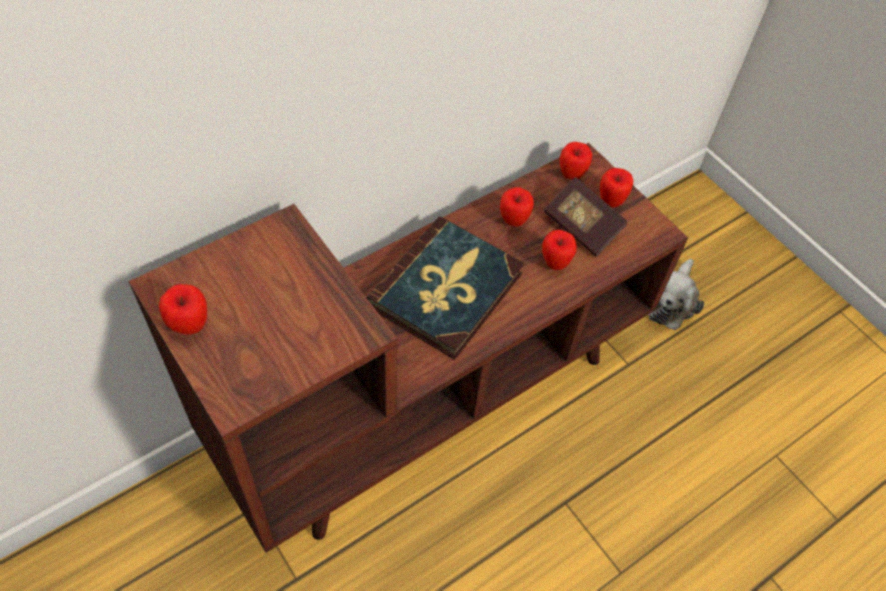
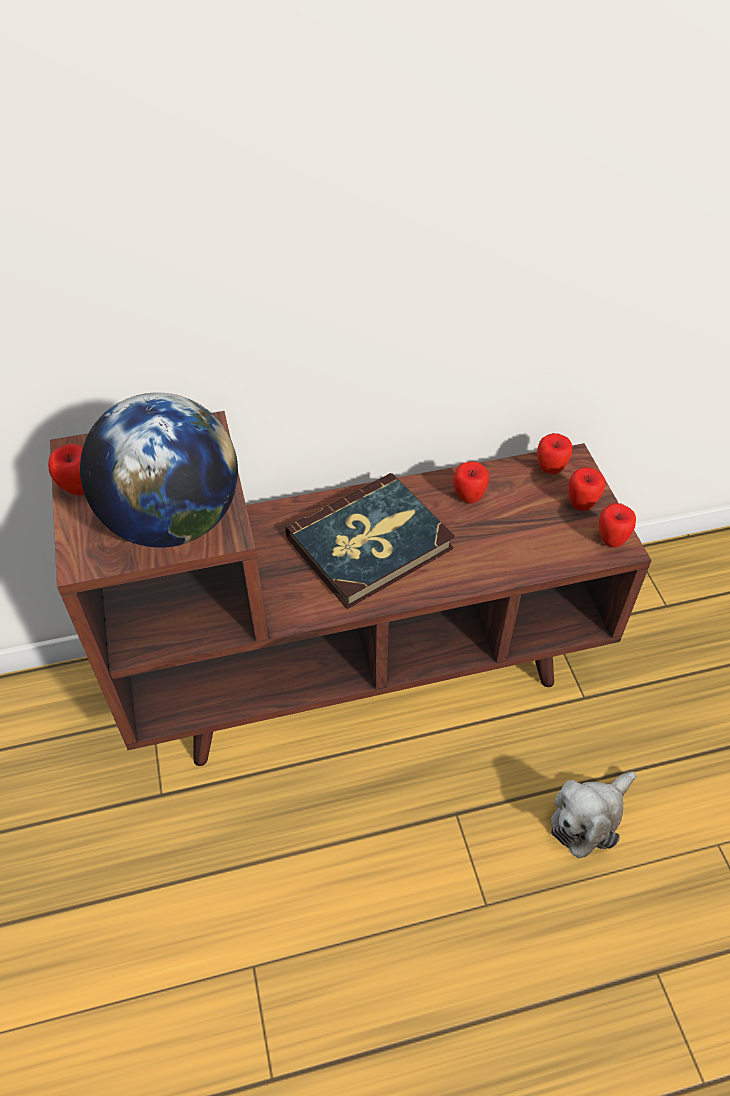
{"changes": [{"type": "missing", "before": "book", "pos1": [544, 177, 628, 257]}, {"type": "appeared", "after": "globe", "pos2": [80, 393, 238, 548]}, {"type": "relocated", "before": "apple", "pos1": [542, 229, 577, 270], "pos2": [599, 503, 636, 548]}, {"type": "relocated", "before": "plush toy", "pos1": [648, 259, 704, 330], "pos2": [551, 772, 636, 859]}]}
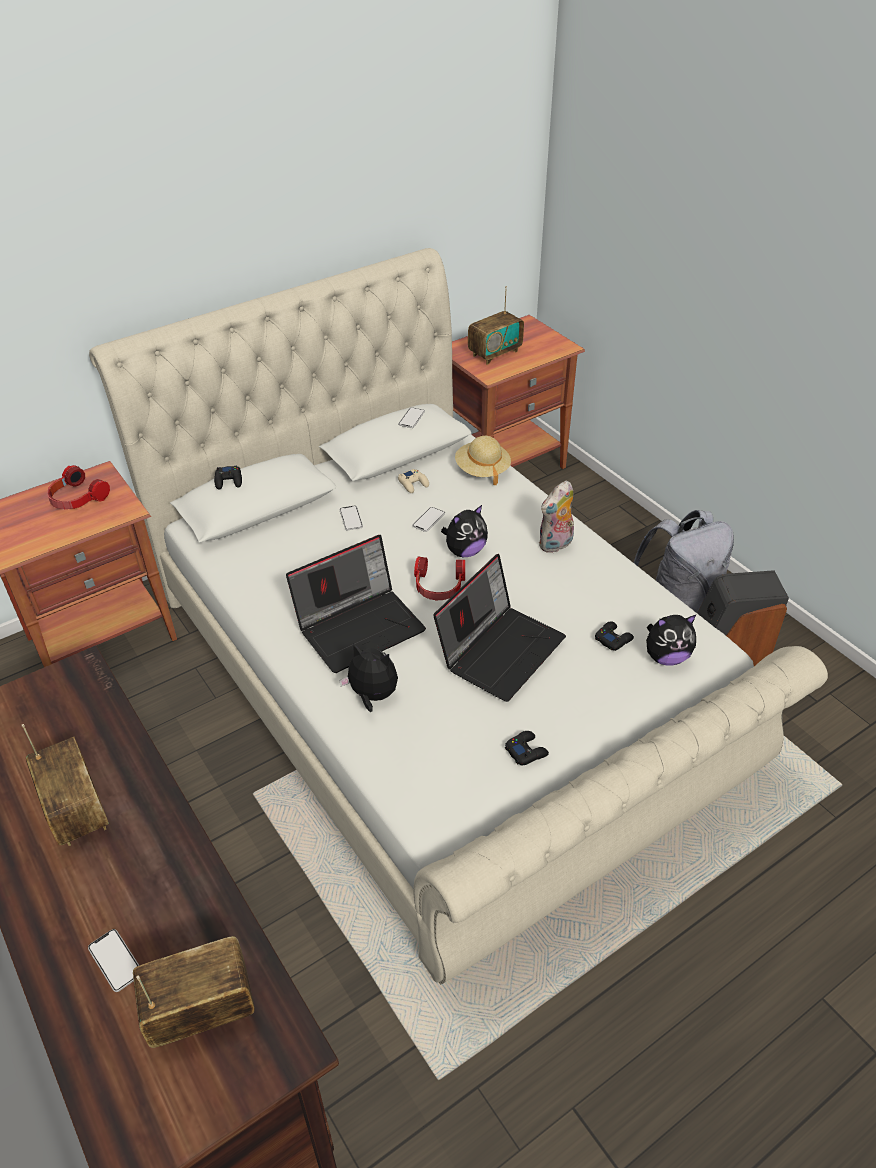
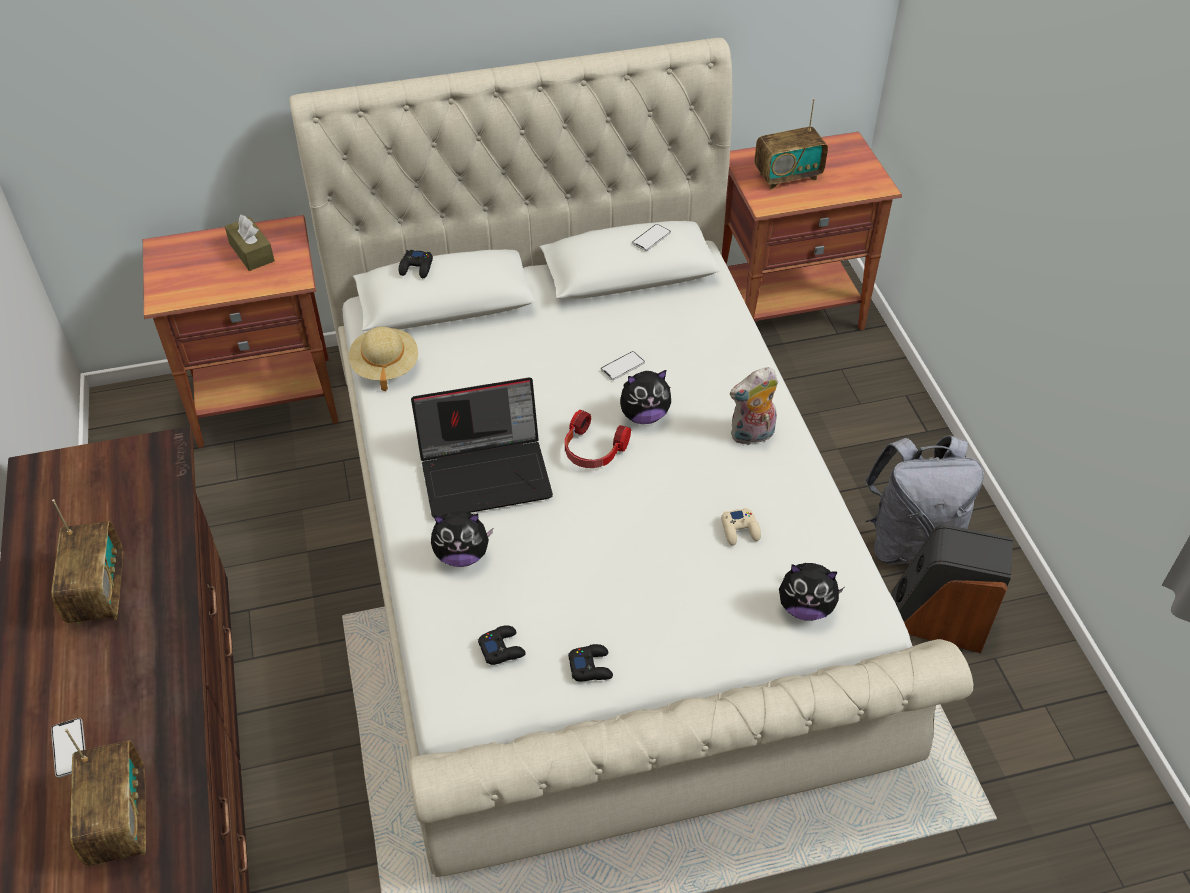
{"changes": [{"type": "missing", "before": "phone", "pos1": [340, 506, 363, 530]}, {"type": "missing", "before": "laptop", "pos1": [433, 554, 566, 702]}, {"type": "relocated", "before": "beige game controller", "pos1": [398, 469, 429, 493], "pos2": [721, 508, 761, 546]}, {"type": "relocated", "before": "beige hat", "pos1": [455, 436, 511, 485], "pos2": [349, 327, 418, 391]}, {"type": "relocated", "before": "black game controller", "pos1": [595, 621, 634, 651], "pos2": [478, 625, 526, 665]}, {"type": "exchanged", "before": "headphones", "after": "brown tissue box", "pos1": [47, 465, 110, 509], "pos2": [225, 215, 275, 271]}, {"type": "spun", "before": "radio", "pos1": [133, 936, 255, 1048], "pos2": [65, 728, 146, 866], "turn": 75}, {"type": "spun", "before": "plush toy", "pos1": [339, 644, 398, 712], "pos2": [431, 511, 494, 567], "turn": 135}]}
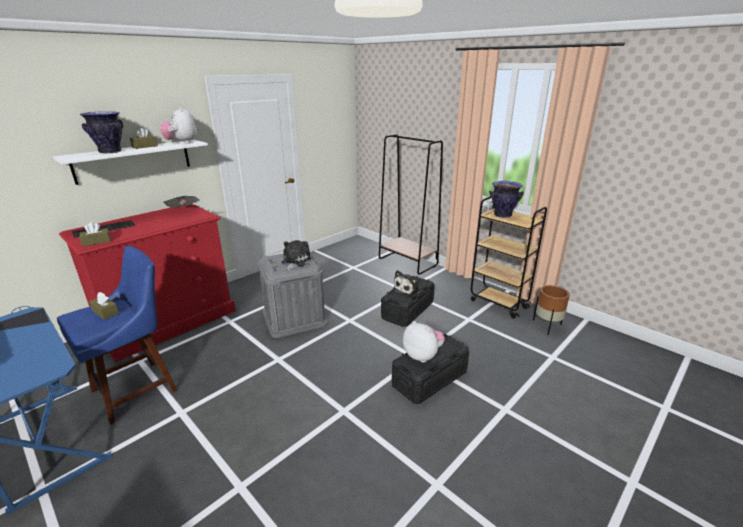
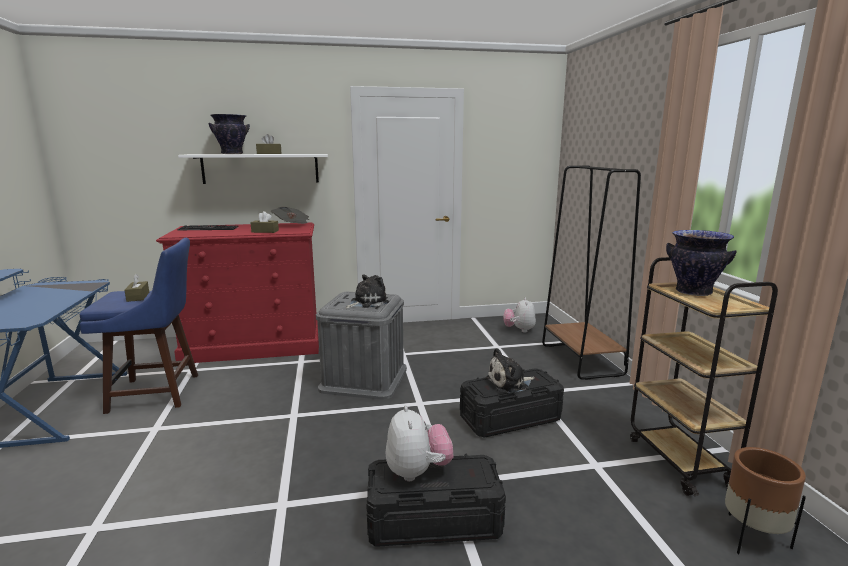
{"changes": [{"type": "relocated", "before": "brown tissue box", "pos1": [79, 222, 111, 246], "pos2": [250, 211, 279, 233]}, {"type": "relocated", "before": "plush toy", "pos1": [160, 107, 197, 144], "pos2": [503, 298, 536, 333]}]}
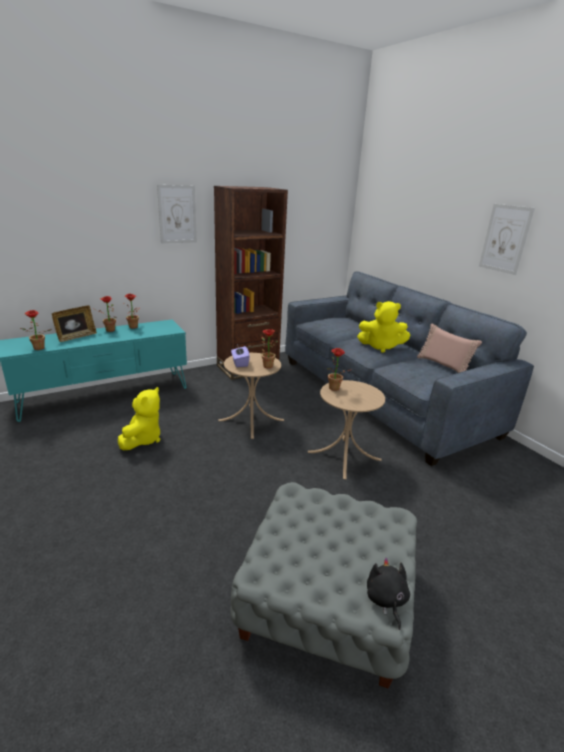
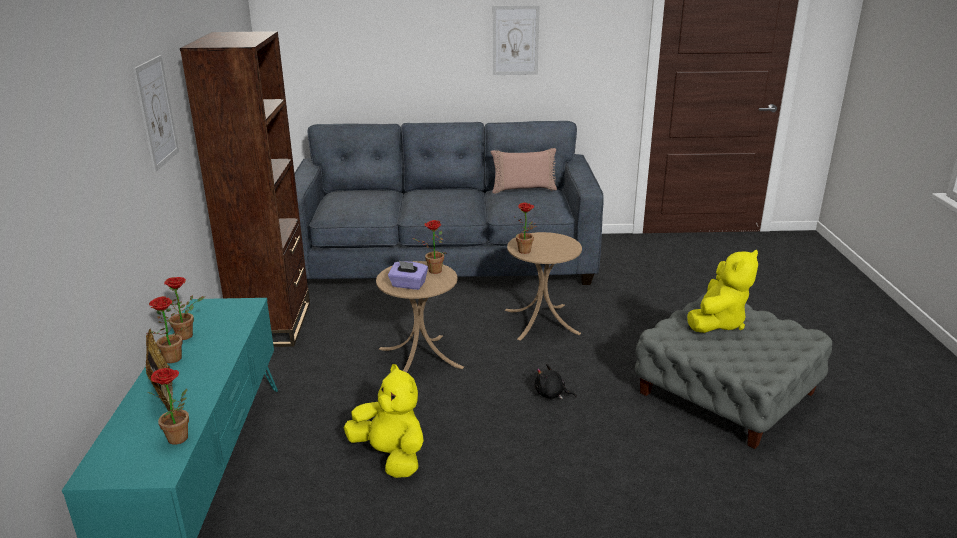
{"changes": [{"type": "relocated", "before": "yellow plush toy", "pos1": [357, 301, 411, 353], "pos2": [687, 250, 758, 333]}, {"type": "relocated", "before": "black plush toy", "pos1": [367, 558, 410, 630], "pos2": [534, 364, 577, 399]}]}
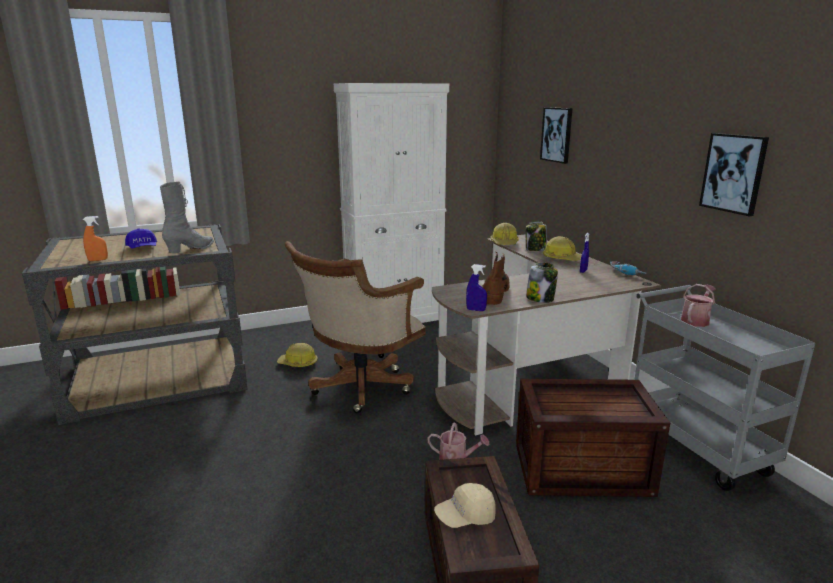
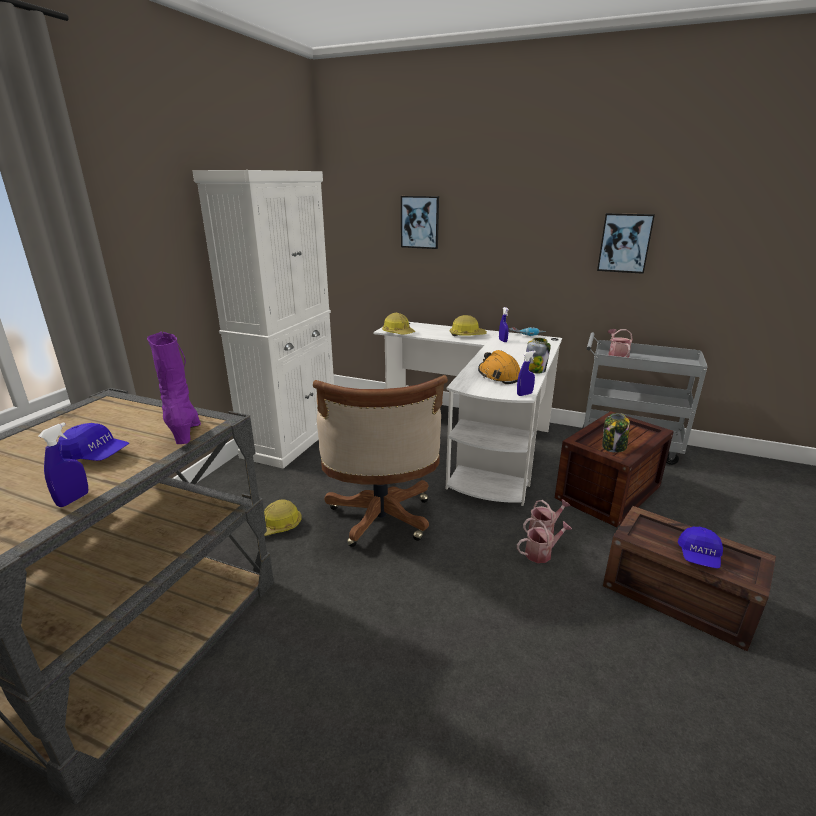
{"changes": [{"type": "appeared", "after": "watering can", "pos2": [517, 520, 573, 563]}, {"type": "relocated", "before": "jar", "pos1": [526, 221, 547, 251], "pos2": [602, 413, 630, 453]}, {"type": "exchanged", "before": "brown boot", "after": "orange hard hat", "pos1": [482, 252, 509, 305], "pos2": [478, 350, 520, 384]}, {"type": "colour", "before": "orange spray bottle", "after": "blue spray bottle", "pos1": [83, 216, 108, 261], "pos2": [38, 422, 89, 507]}, {"type": "colour", "before": "grey boot", "after": "purple boot", "pos1": [160, 182, 214, 253], "pos2": [147, 332, 201, 444]}, {"type": "colour", "before": "brown desk", "after": "white desk", "pos1": [432, 234, 661, 436], "pos2": [373, 322, 562, 506]}, {"type": "colour", "before": "beige cap", "after": "blue cap", "pos1": [434, 483, 496, 528], "pos2": [678, 526, 723, 568]}]}
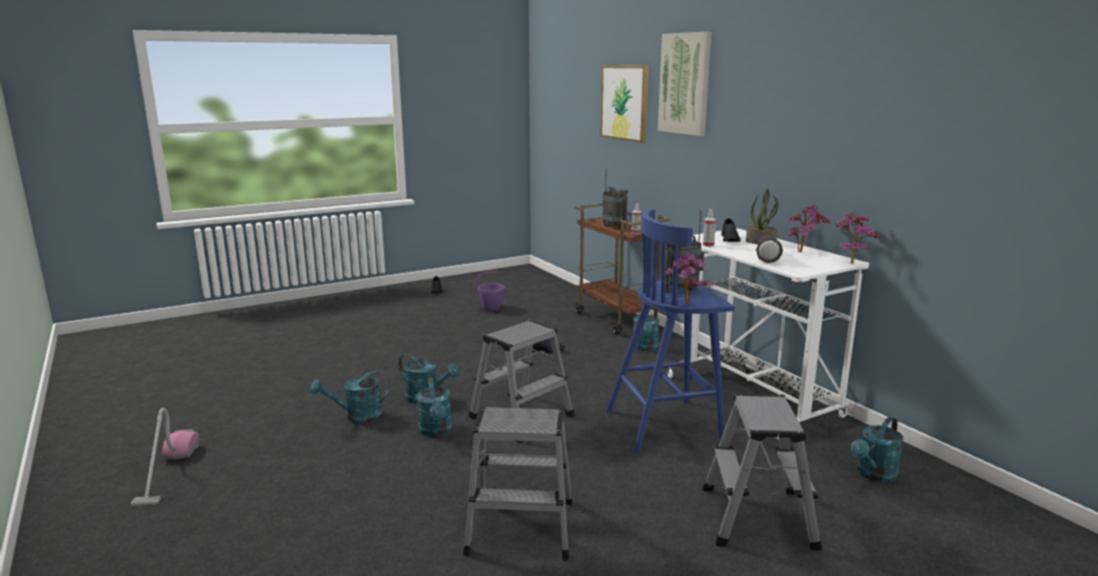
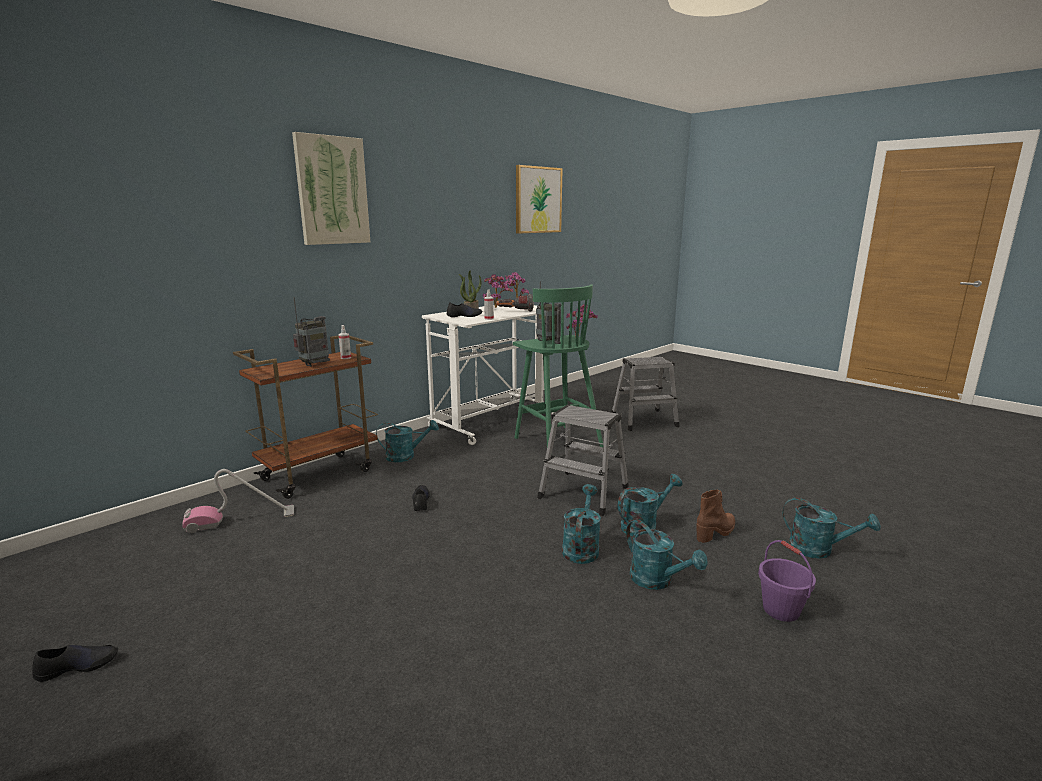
{"changes": [{"type": "missing", "before": "grey step ladder", "pos1": [463, 406, 573, 561]}, {"type": "appeared", "after": "brown boot", "pos2": [696, 490, 735, 543]}, {"type": "relocated", "before": "vacuum cleaner", "pos1": [131, 408, 200, 506], "pos2": [182, 469, 294, 533]}, {"type": "relocated", "before": "purple bucket", "pos1": [476, 271, 506, 312], "pos2": [758, 540, 816, 622]}, {"type": "relocated", "before": "picture", "pos1": [600, 66, 649, 143], "pos2": [516, 165, 563, 233]}, {"type": "relocated", "before": "turquoise watering can", "pos1": [851, 417, 903, 483], "pos2": [783, 497, 881, 559]}, {"type": "colour", "before": "blue stool", "after": "green stool", "pos1": [606, 209, 735, 452], "pos2": [513, 284, 603, 456]}]}
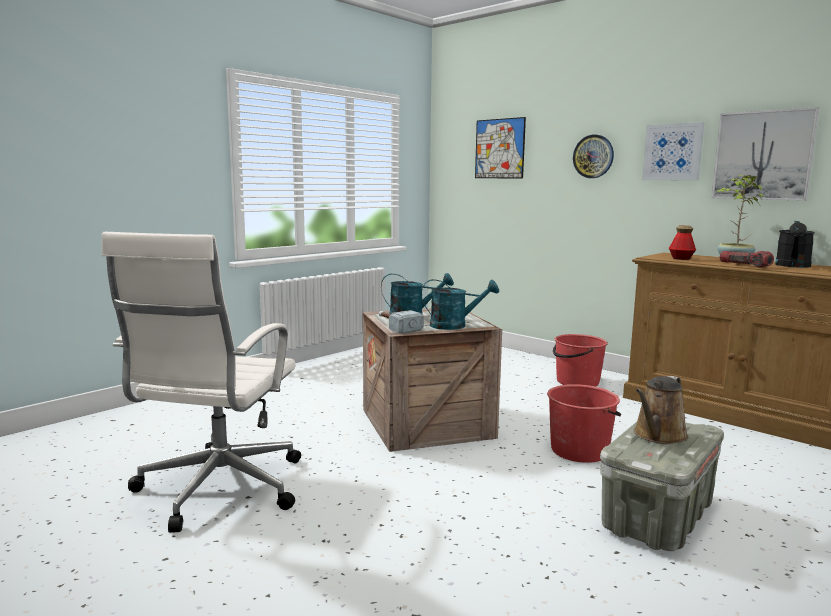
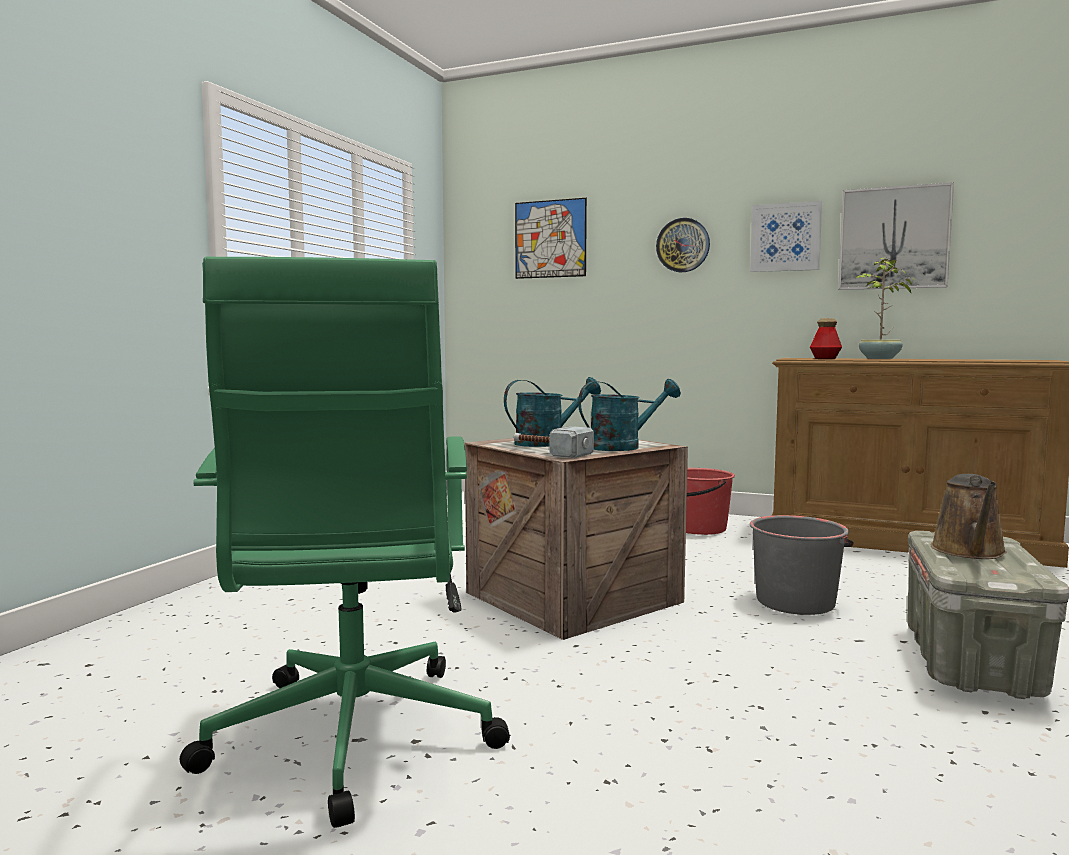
{"changes": [{"type": "missing", "before": "flashlight", "pos1": [720, 251, 774, 268]}, {"type": "missing", "before": "black watering can", "pos1": [775, 221, 815, 268]}, {"type": "colour", "before": "white office chair", "after": "green office chair", "pos1": [102, 232, 301, 533], "pos2": [180, 256, 510, 828]}, {"type": "colour", "before": "red bucket", "after": "grey bucket", "pos1": [547, 384, 621, 463], "pos2": [750, 515, 854, 615]}]}
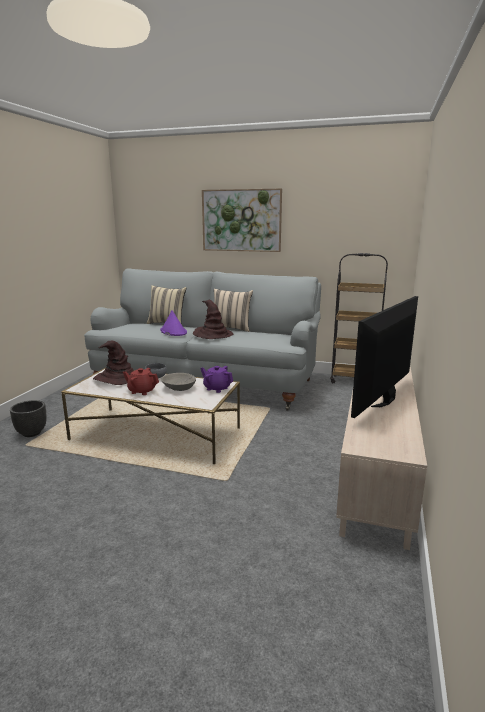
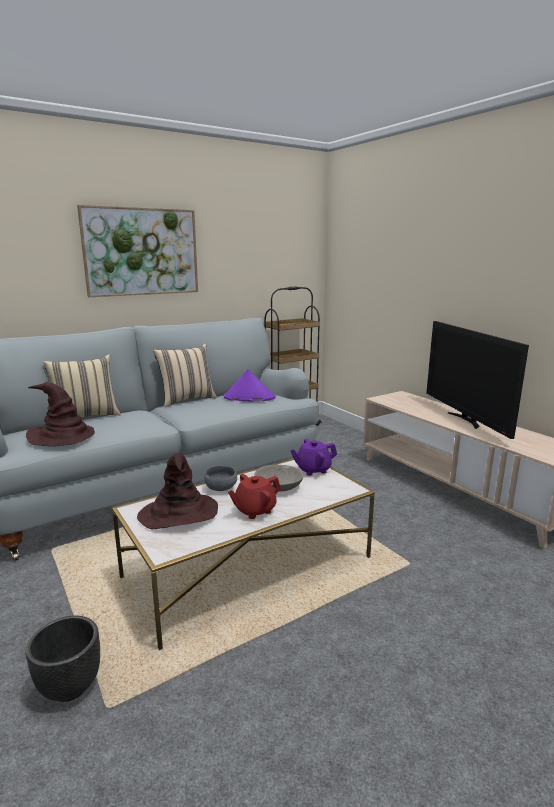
{"changes": [{"type": "relocated", "before": "purple hat", "pos1": [160, 310, 187, 336], "pos2": [224, 369, 276, 402]}, {"type": "relocated", "before": "brown hat", "pos1": [193, 300, 234, 339], "pos2": [26, 382, 95, 446]}]}
